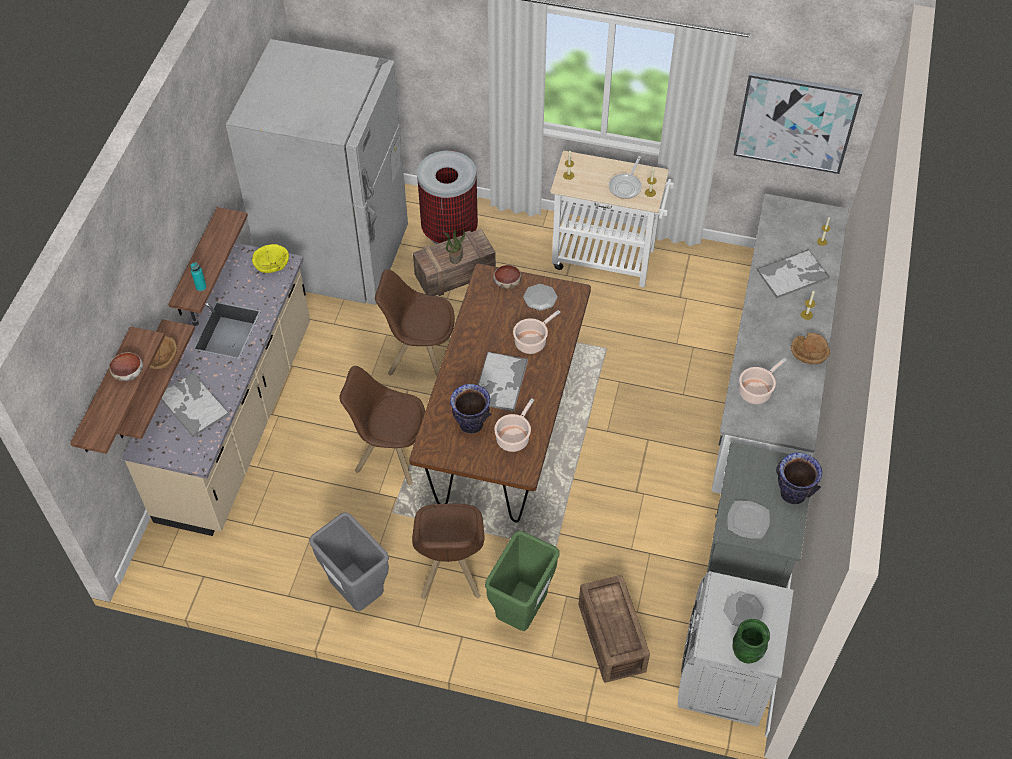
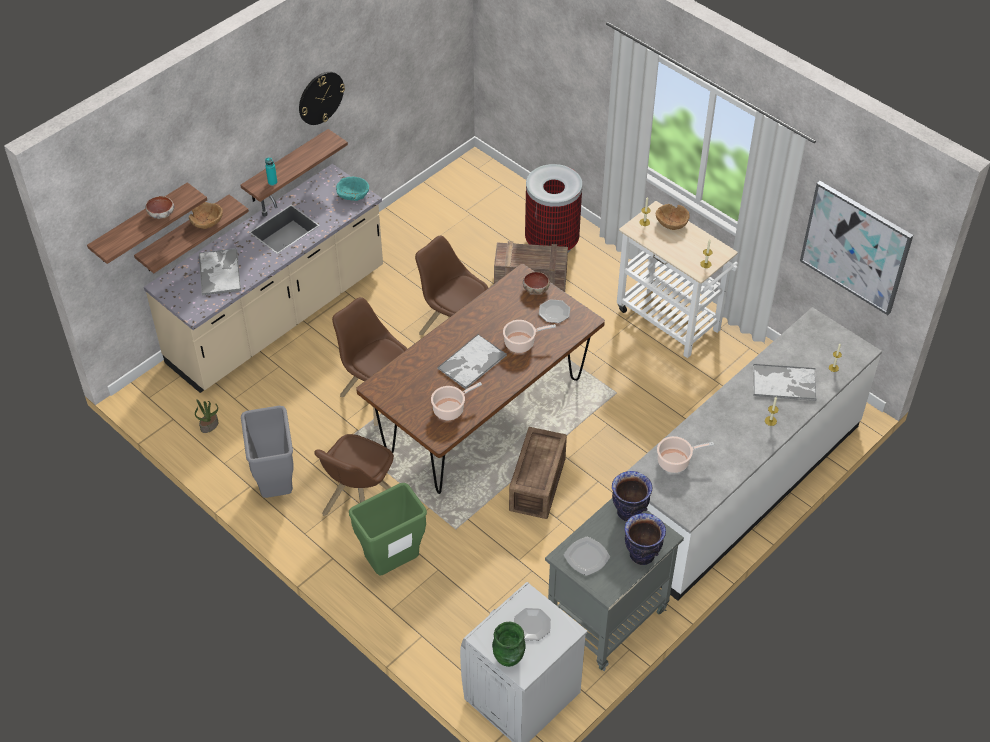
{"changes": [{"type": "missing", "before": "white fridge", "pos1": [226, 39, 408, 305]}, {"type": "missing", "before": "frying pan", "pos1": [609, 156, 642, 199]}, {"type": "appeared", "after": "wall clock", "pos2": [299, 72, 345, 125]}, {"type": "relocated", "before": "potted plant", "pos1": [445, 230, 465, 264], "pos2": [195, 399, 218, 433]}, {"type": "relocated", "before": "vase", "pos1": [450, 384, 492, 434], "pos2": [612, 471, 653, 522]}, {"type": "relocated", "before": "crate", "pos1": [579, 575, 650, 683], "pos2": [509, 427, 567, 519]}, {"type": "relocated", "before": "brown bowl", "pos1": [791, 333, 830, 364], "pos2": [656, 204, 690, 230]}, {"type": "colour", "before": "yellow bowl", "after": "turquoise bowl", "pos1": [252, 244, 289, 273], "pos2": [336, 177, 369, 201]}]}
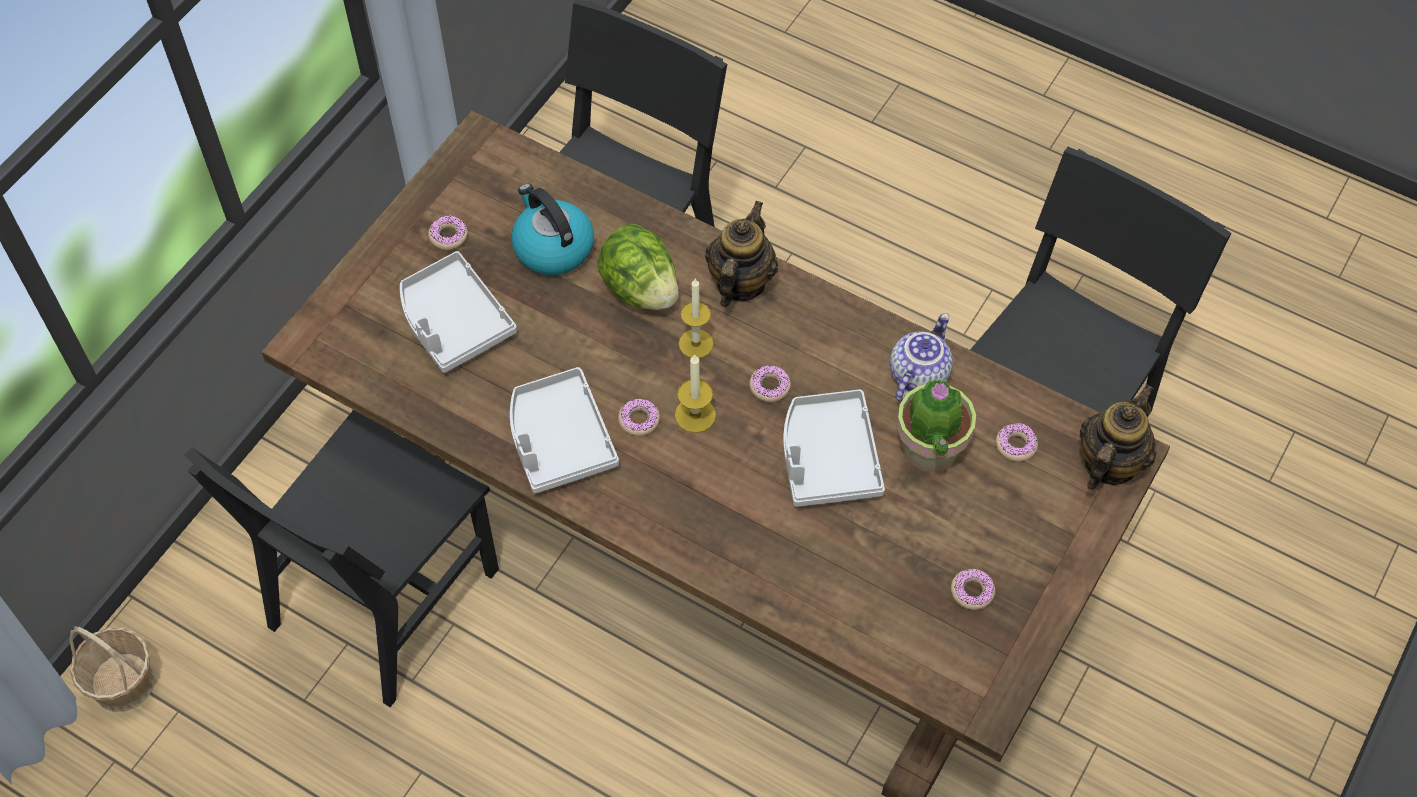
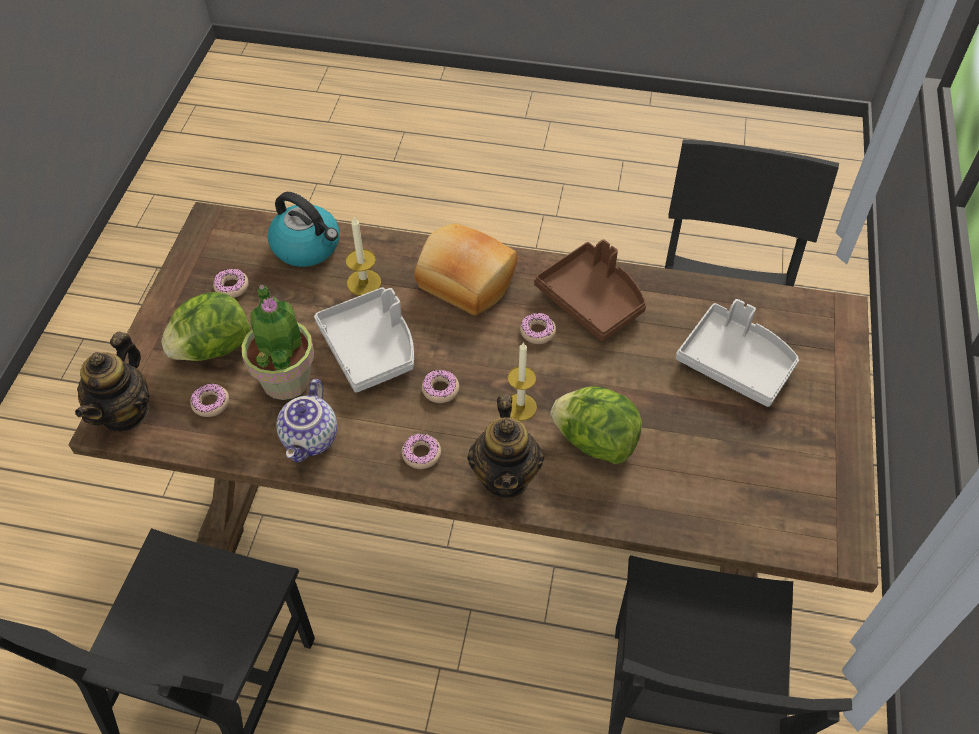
{"changes": [{"type": "missing", "before": "basket", "pos1": [69, 626, 155, 712]}, {"type": "appeared", "after": "lettuce", "pos2": [161, 292, 251, 361]}, {"type": "appeared", "after": "bread", "pos2": [414, 224, 518, 316]}, {"type": "relocated", "before": "donut", "pos1": [428, 215, 468, 250], "pos2": [402, 433, 441, 469]}, {"type": "relocated", "before": "kettle", "pos1": [511, 184, 594, 275], "pos2": [268, 192, 340, 267]}, {"type": "relocated", "before": "candle", "pos1": [675, 355, 716, 433], "pos2": [346, 217, 381, 296]}, {"type": "colour", "before": "grey tray", "after": "brown tray", "pos1": [510, 367, 619, 493], "pos2": [534, 239, 646, 341]}]}
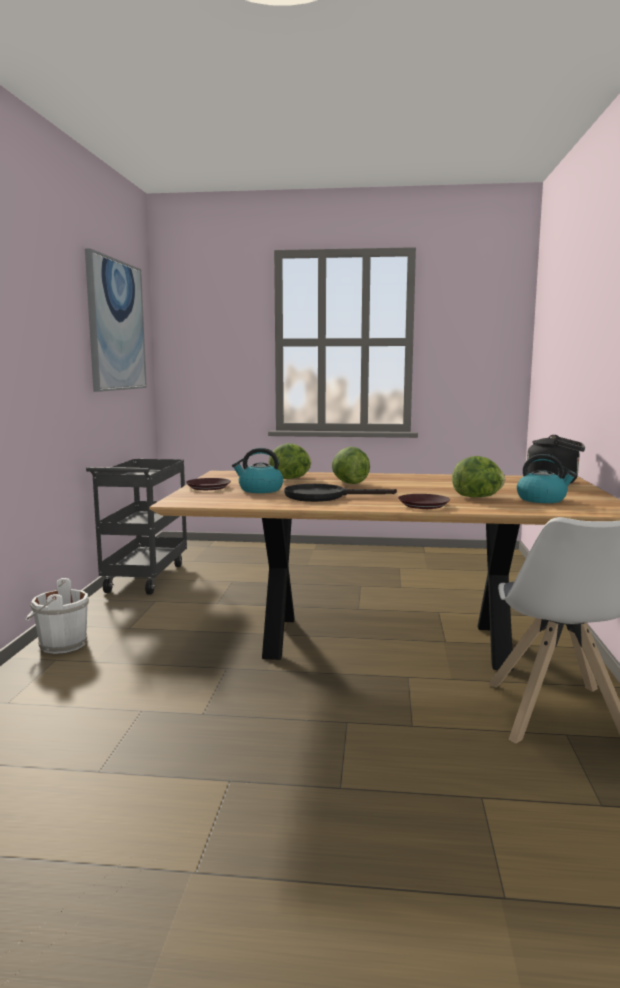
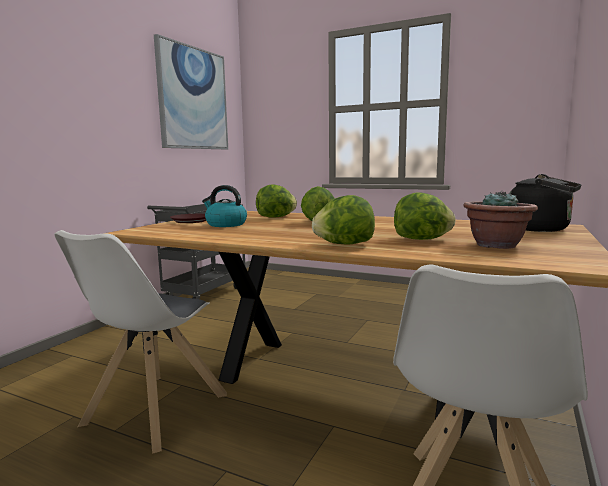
{"changes": [{"type": "missing", "before": "white bucket", "pos1": [26, 578, 89, 654]}, {"type": "missing", "before": "black frying pan", "pos1": [284, 484, 397, 502]}, {"type": "appeared", "after": "chair", "pos2": [54, 230, 227, 454]}, {"type": "exchanged", "before": "brown plate", "after": "lettuce", "pos1": [398, 494, 450, 509], "pos2": [312, 195, 375, 245]}, {"type": "exchanged", "before": "kettle", "after": "potted plant", "pos1": [517, 454, 577, 503], "pos2": [463, 191, 538, 249]}]}
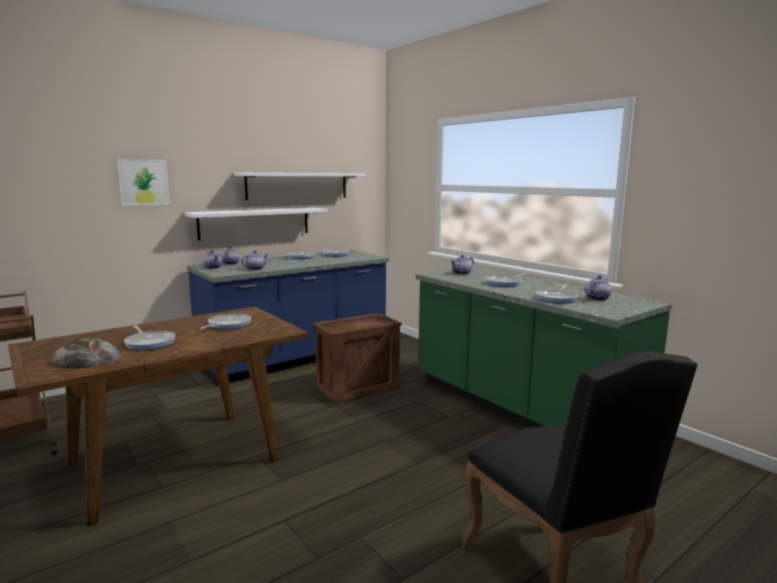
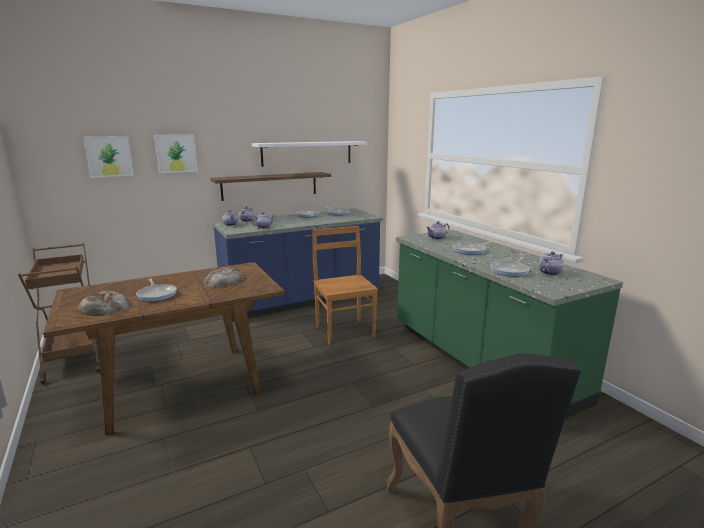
{"changes": [{"type": "appeared", "after": "picture", "pos2": [83, 136, 134, 178]}, {"type": "exchanged", "before": "frying pan", "after": "bread", "pos1": [199, 314, 251, 330], "pos2": [203, 266, 245, 288]}, {"type": "exchanged", "before": "crate", "after": "brown chair", "pos1": [312, 313, 402, 404], "pos2": [313, 226, 378, 345]}, {"type": "colour", "before": "white shelf", "after": "brown shelf", "pos1": [185, 208, 328, 241], "pos2": [210, 172, 331, 201]}]}
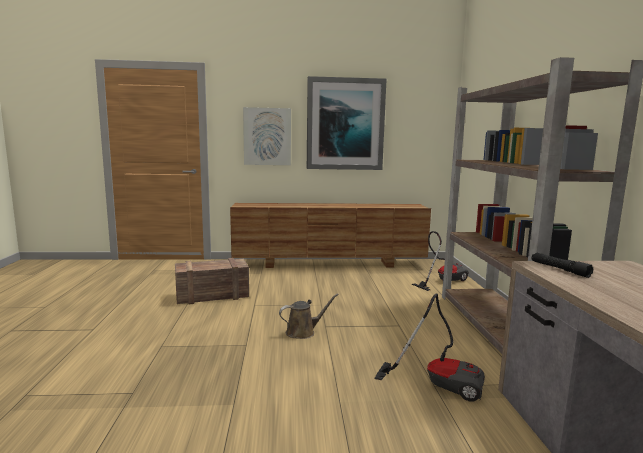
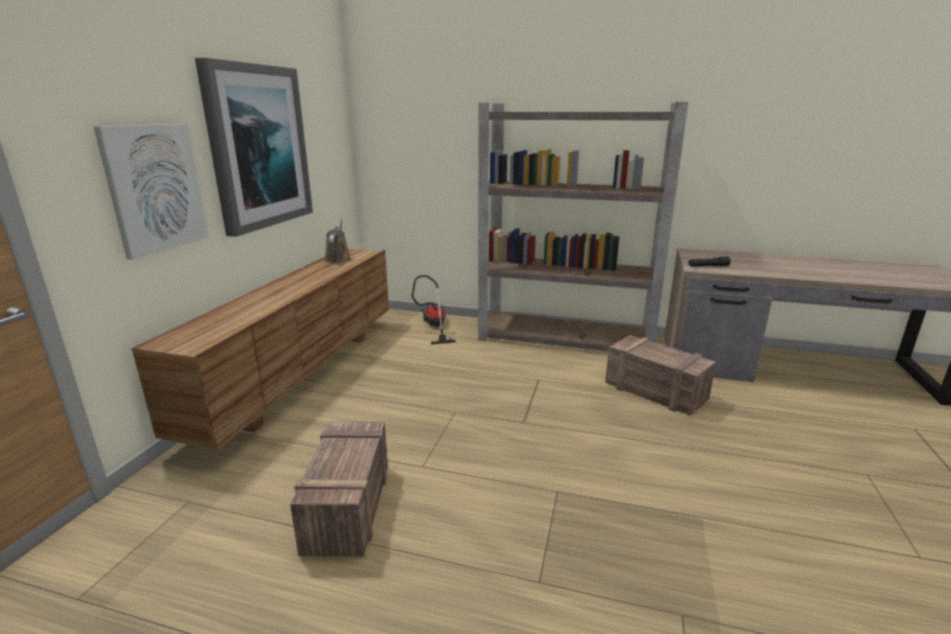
{"changes": [{"type": "relocated", "before": "brown watering can", "pos1": [279, 293, 339, 339], "pos2": [324, 219, 351, 263]}, {"type": "exchanged", "before": "vacuum cleaner", "after": "crate", "pos1": [375, 293, 485, 401], "pos2": [605, 335, 716, 416]}]}
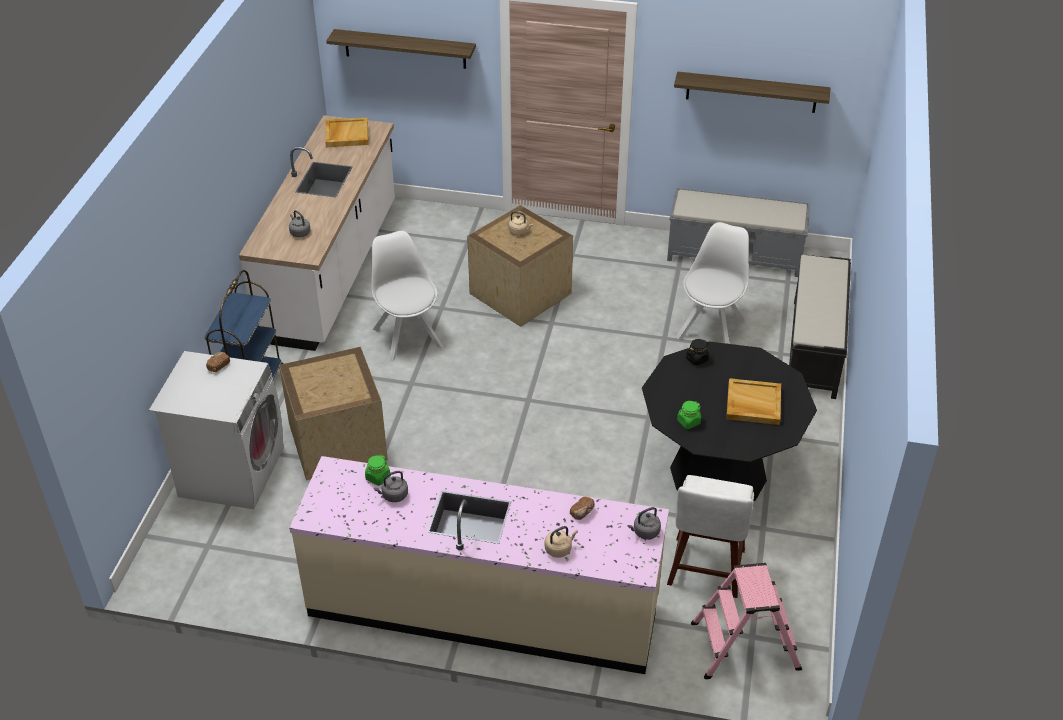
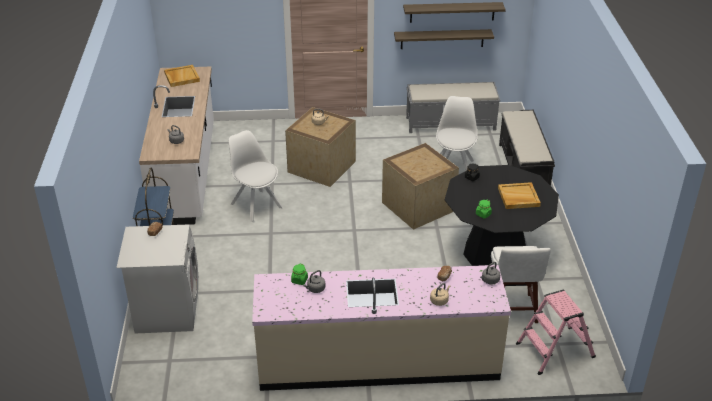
{"changes": [{"type": "relocated", "before": "crate", "pos1": [279, 347, 388, 480], "pos2": [382, 143, 459, 230]}, {"type": "relocated", "before": "shelf", "pos1": [326, 29, 476, 69], "pos2": [394, 29, 494, 49]}]}
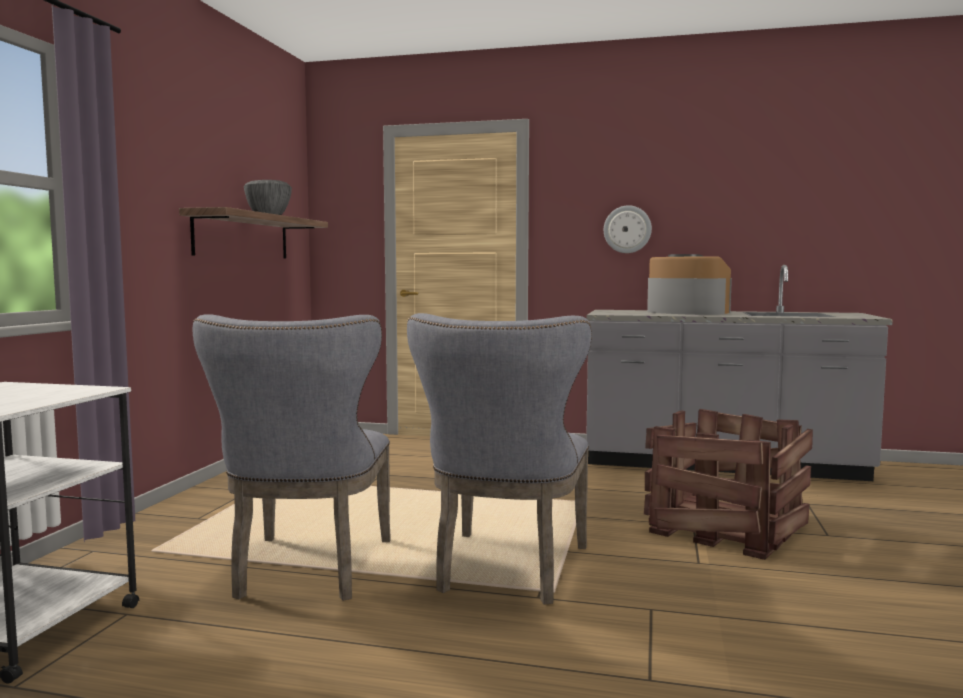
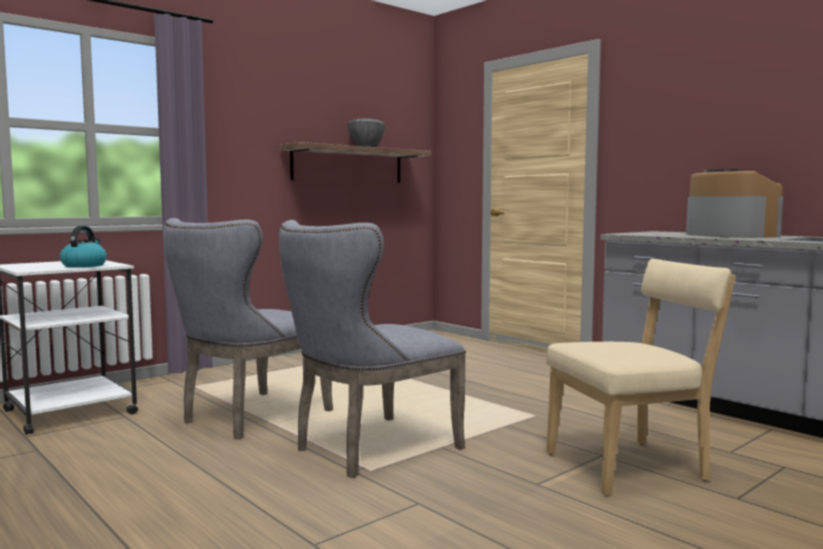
{"changes": [{"type": "missing", "before": "wall clock", "pos1": [604, 205, 652, 253]}, {"type": "appeared", "after": "kettle", "pos2": [60, 226, 107, 268]}, {"type": "exchanged", "before": "crate", "after": "beige chair", "pos1": [644, 409, 813, 560], "pos2": [546, 259, 736, 496]}]}
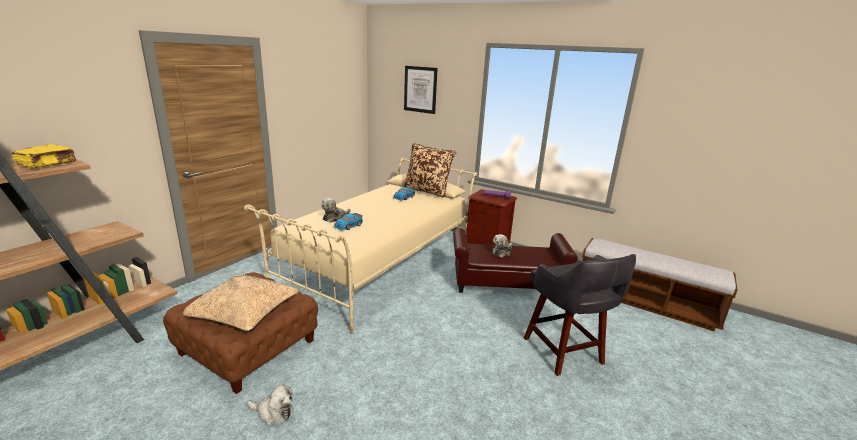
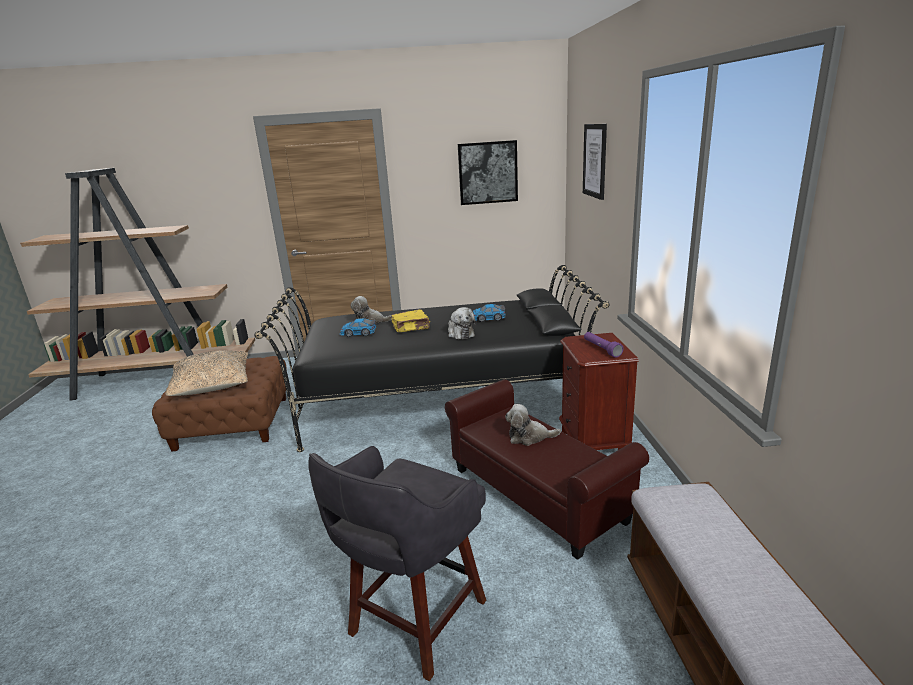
{"changes": [{"type": "missing", "before": "brown pillow", "pos1": [404, 143, 456, 197]}, {"type": "appeared", "after": "picture", "pos2": [458, 140, 518, 205]}, {"type": "relocated", "before": "yellow book", "pos1": [12, 144, 76, 168], "pos2": [391, 309, 430, 332]}, {"type": "relocated", "before": "plush toy", "pos1": [247, 384, 294, 426], "pos2": [448, 307, 476, 339]}, {"type": "colour", "before": "beige bed", "after": "black bed", "pos1": [244, 158, 478, 333], "pos2": [255, 265, 610, 452]}]}
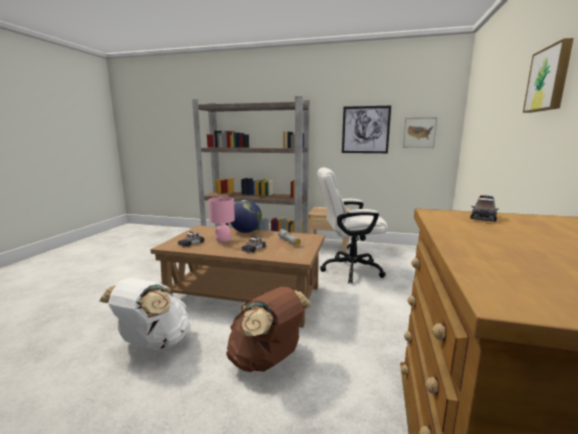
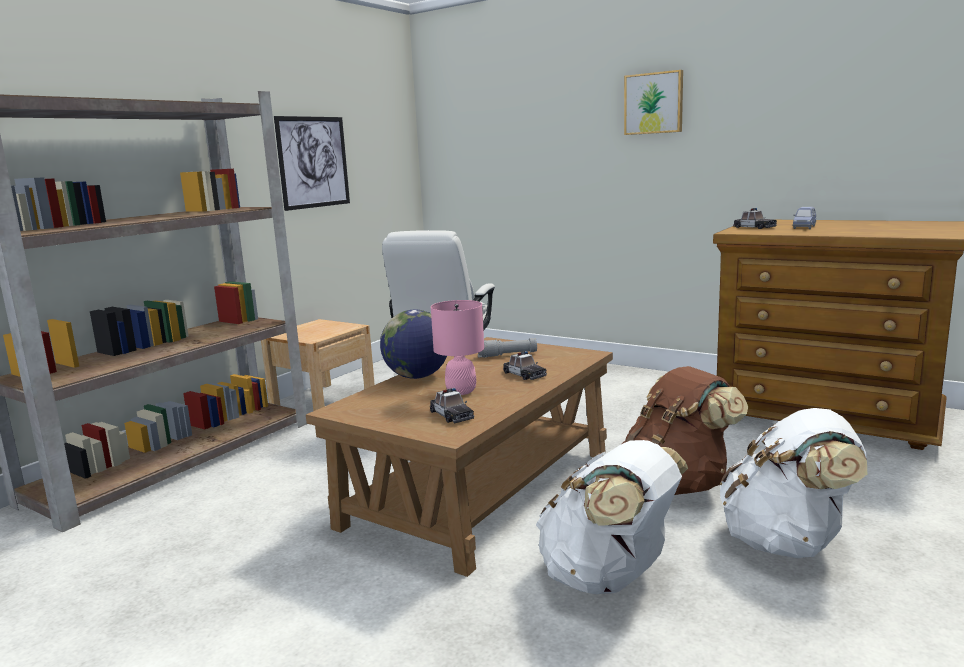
{"changes": [{"type": "missing", "before": "picture", "pos1": [403, 117, 437, 148]}, {"type": "appeared", "after": "white backpack", "pos2": [720, 408, 867, 559]}, {"type": "appeared", "after": "blue toy car", "pos2": [793, 207, 816, 229]}]}
